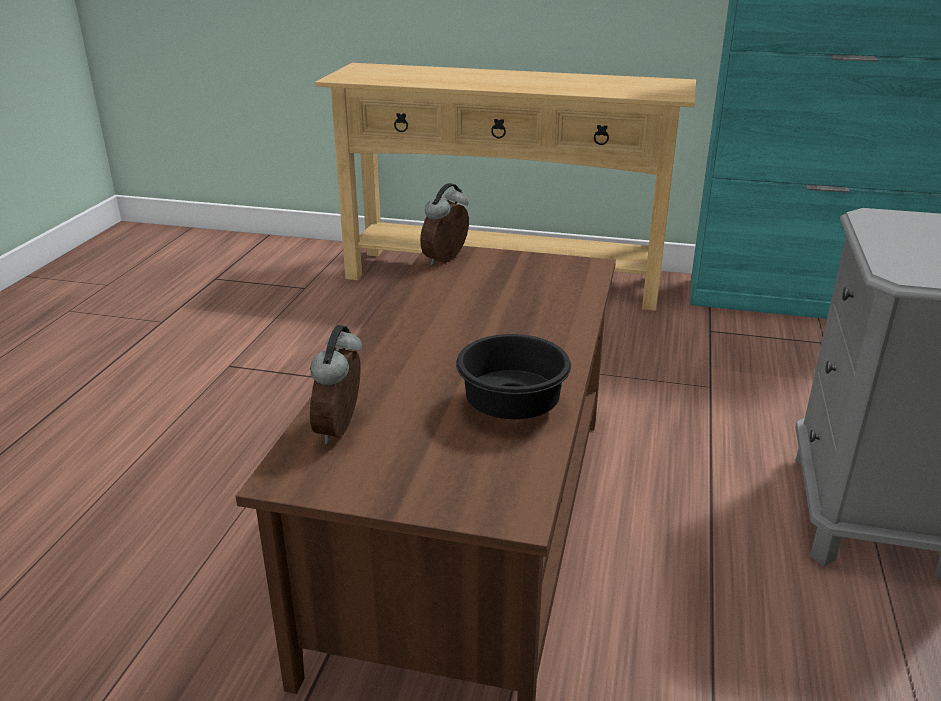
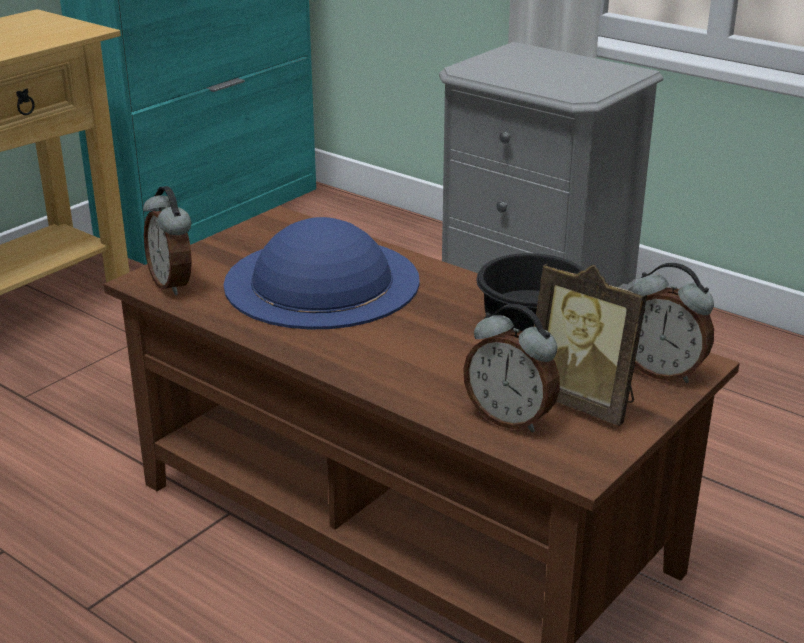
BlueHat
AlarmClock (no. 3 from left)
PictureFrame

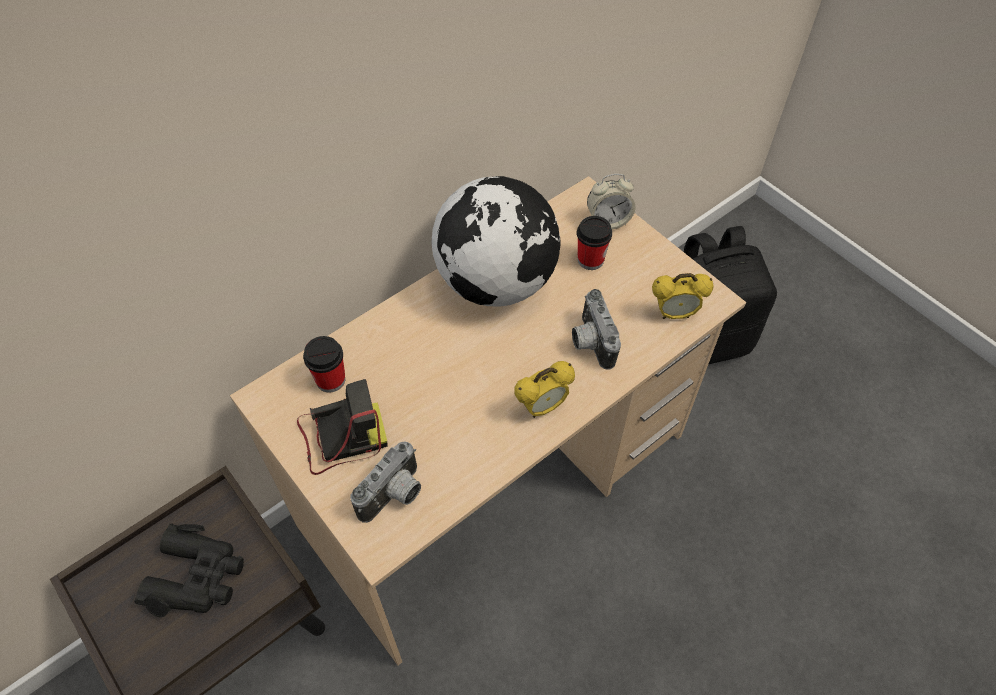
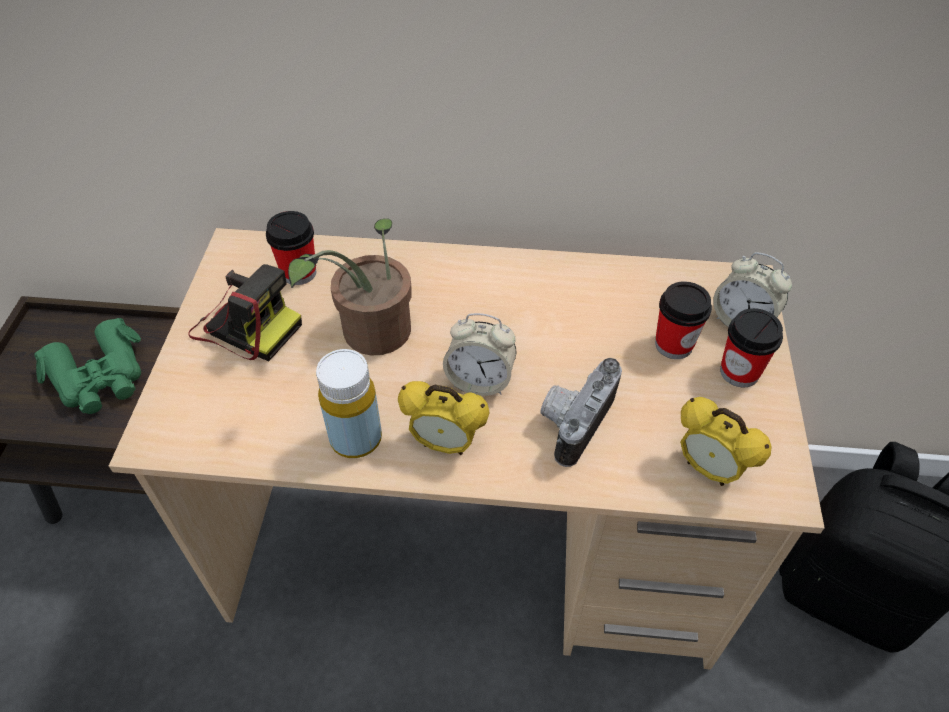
Globe
PhotoCamera (no. 2 from left in the first image)
GreenBinoculars
PottedPlant
Cup (no. 3 from left)
AlarmClock (no. 2 from left)
YellowBottle

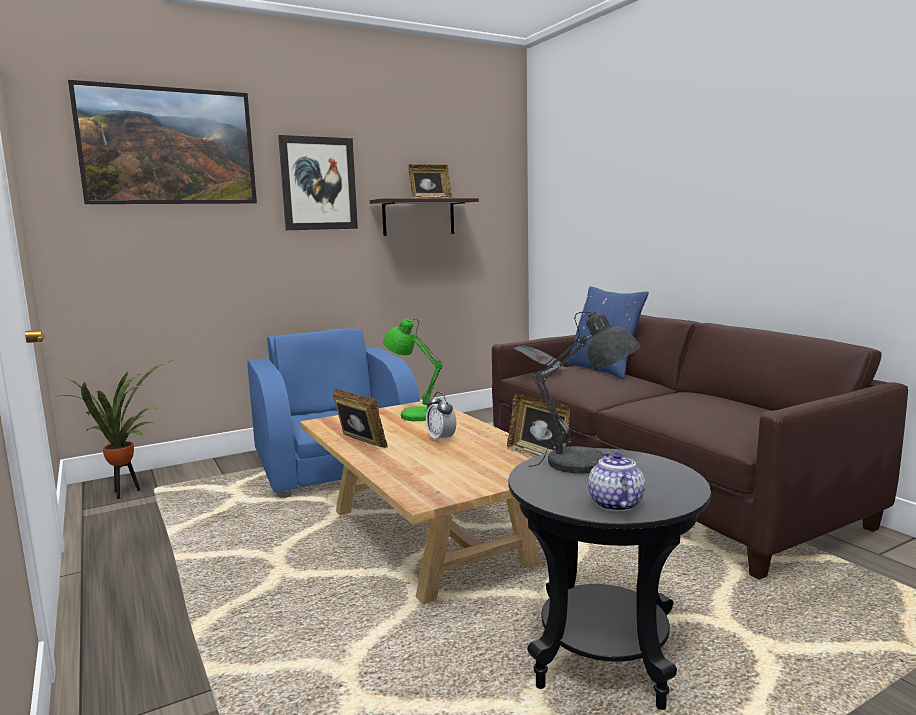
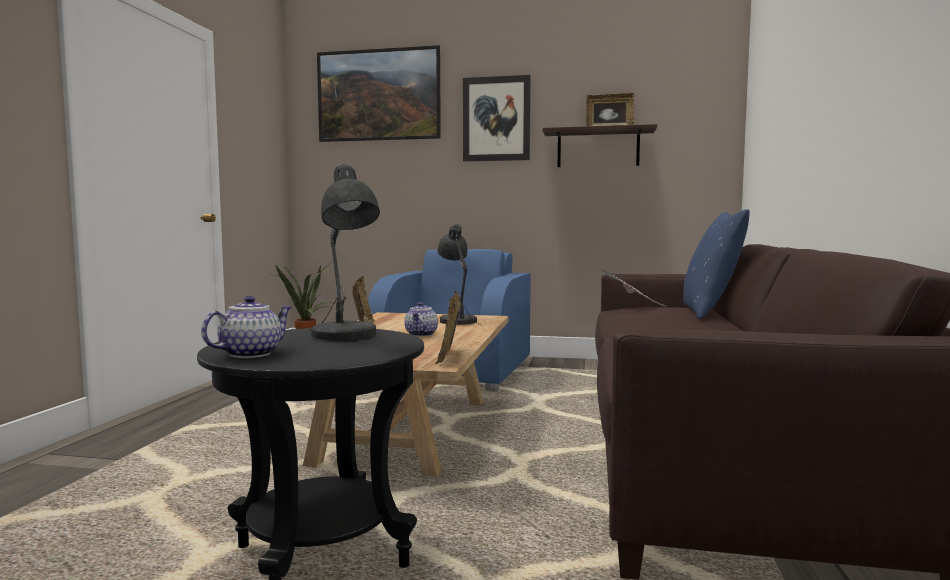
GreyTableLamp (no. 2 from left)
Teapot (no. 2 from left)

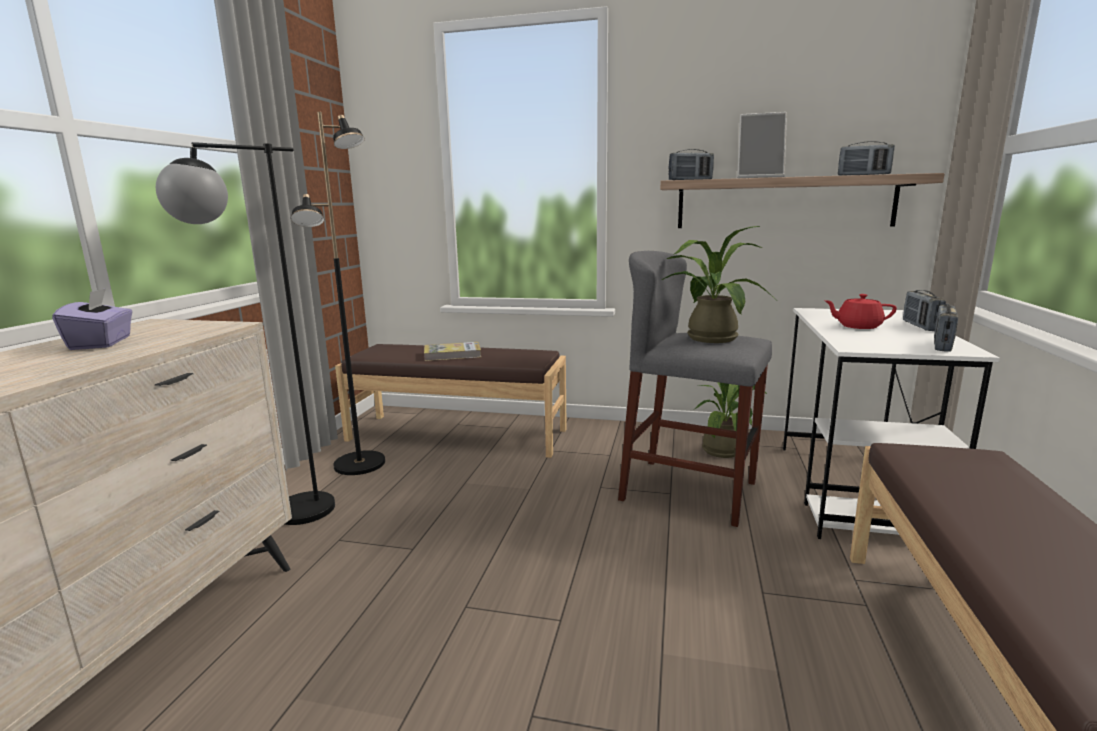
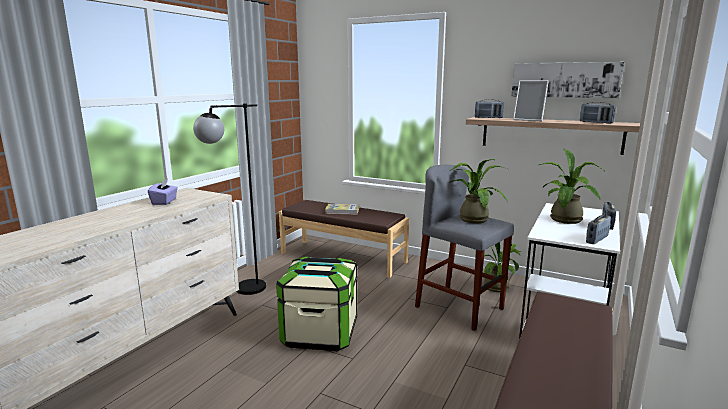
BlackFloorLamp (no. 2 from left in the first image)
PottedPlant (no. 3 from left)
Picture
StorageBox

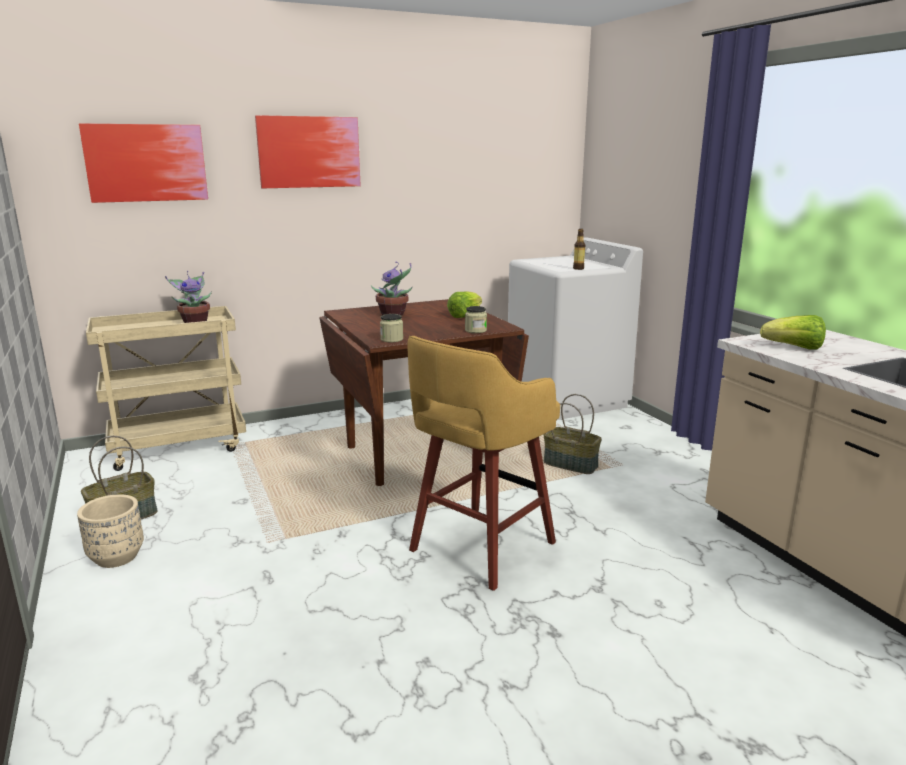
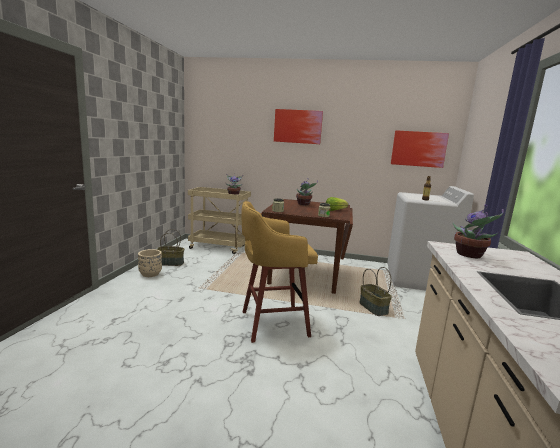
Picture (no. 2 from left)
PottedPlant (no. 3 from left)

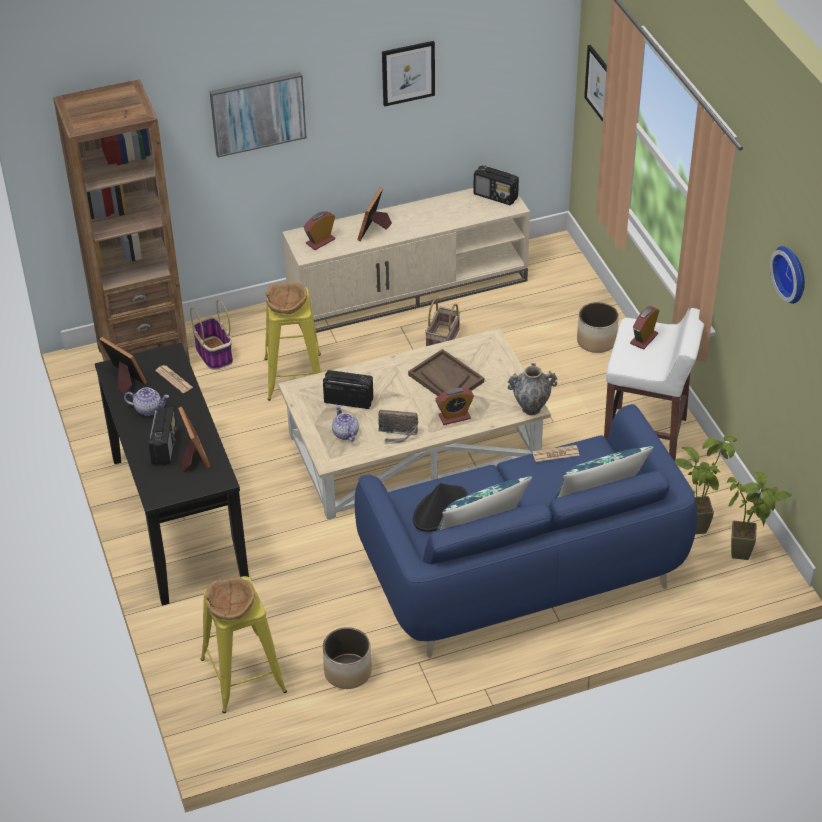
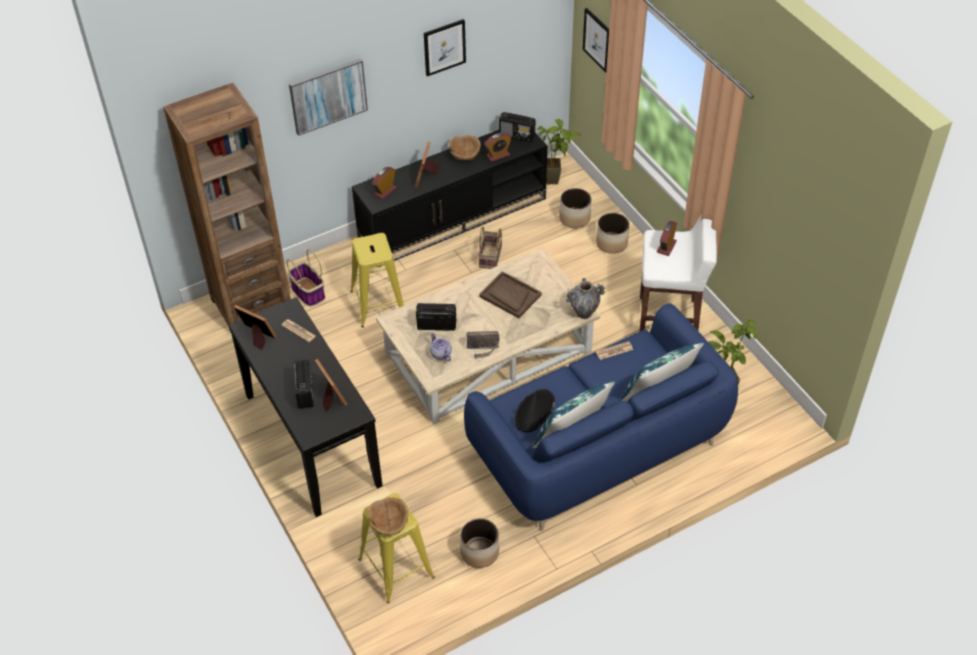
BlackTvStand
WallClock
BrownBowl (no. 2 from left)
Teapot (no. 1 from left in the first image)
AlarmClock (no. 2 from left)
PottedPlant (no. 1 from left)
Planter (no. 2 from left)

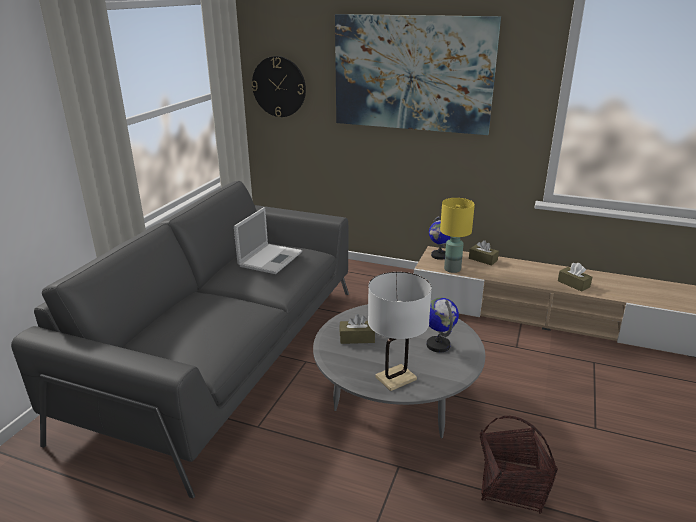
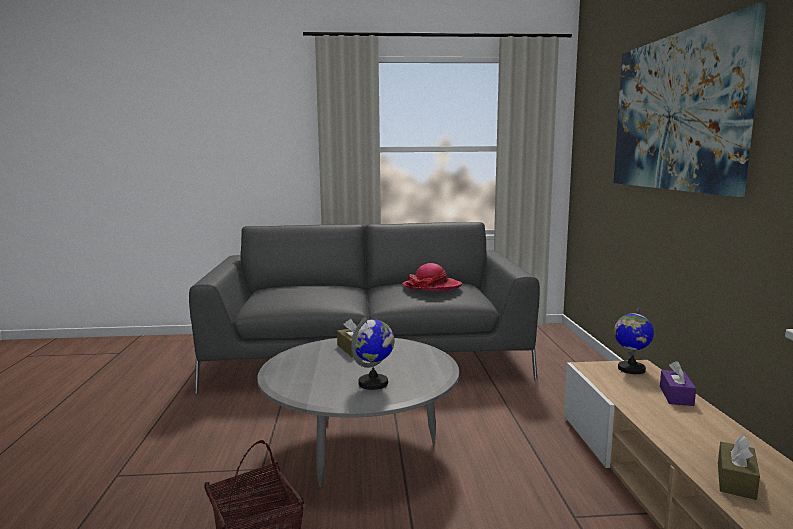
WallClock
YellowTableLamp
Hat
PurpleTissueBox
WhiteTableLamp

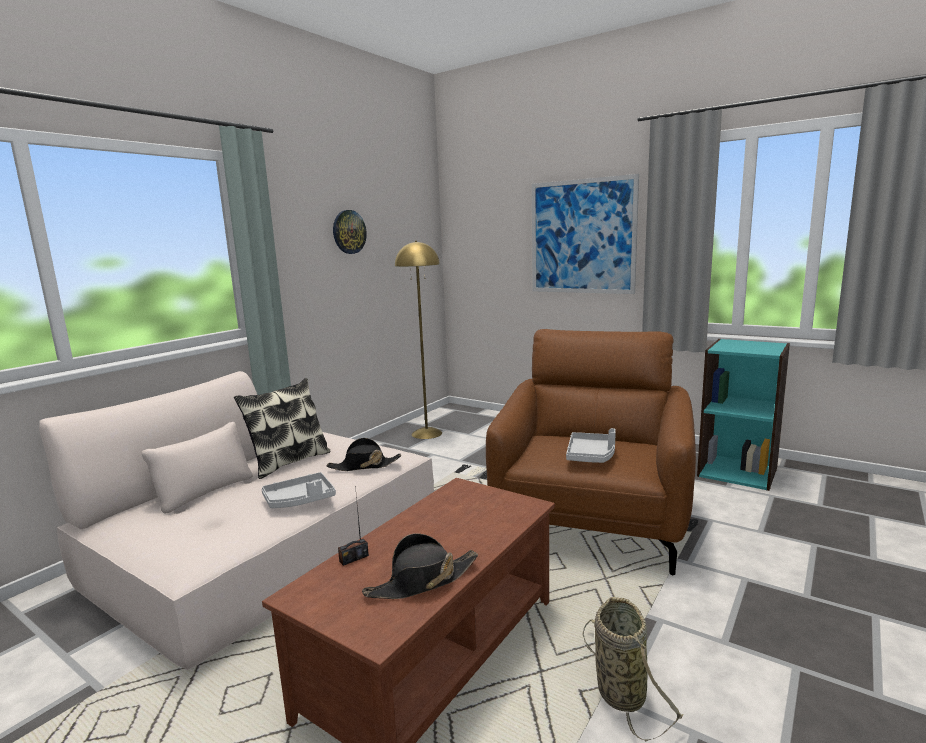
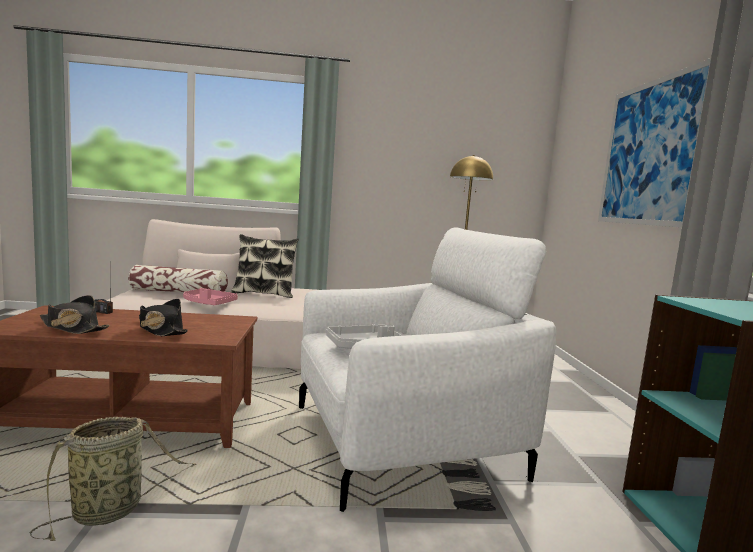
WallClock
WhiteArmchair
BlackHat (no. 2 from left)
PinkTray
Pillow (no. 1 from left)

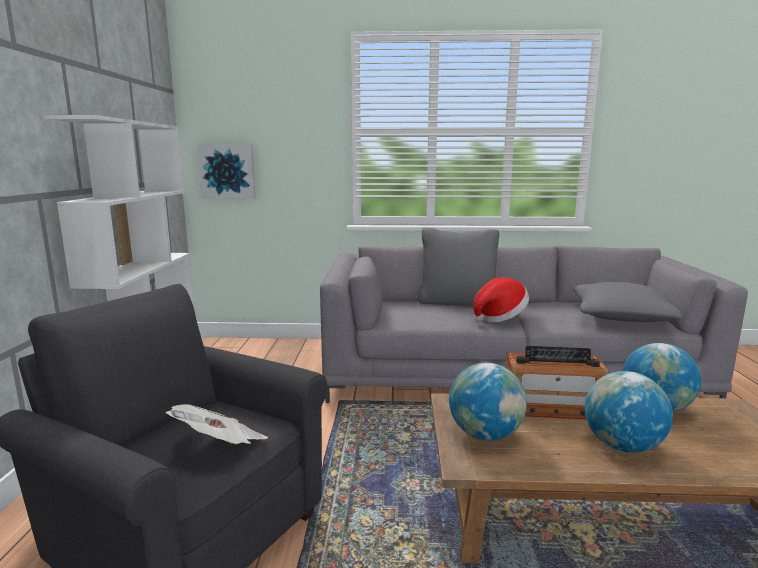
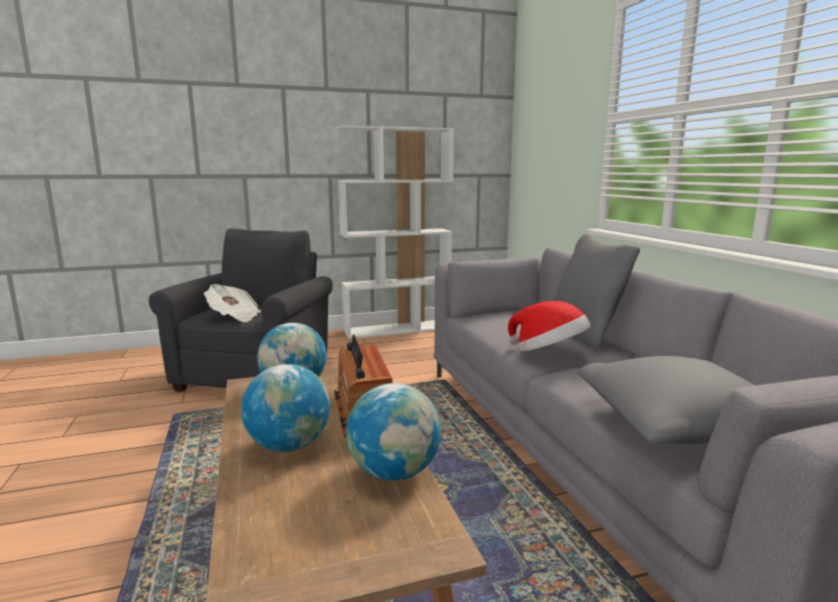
Picture

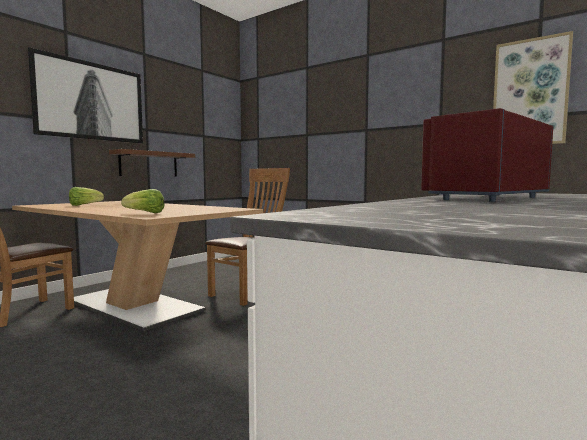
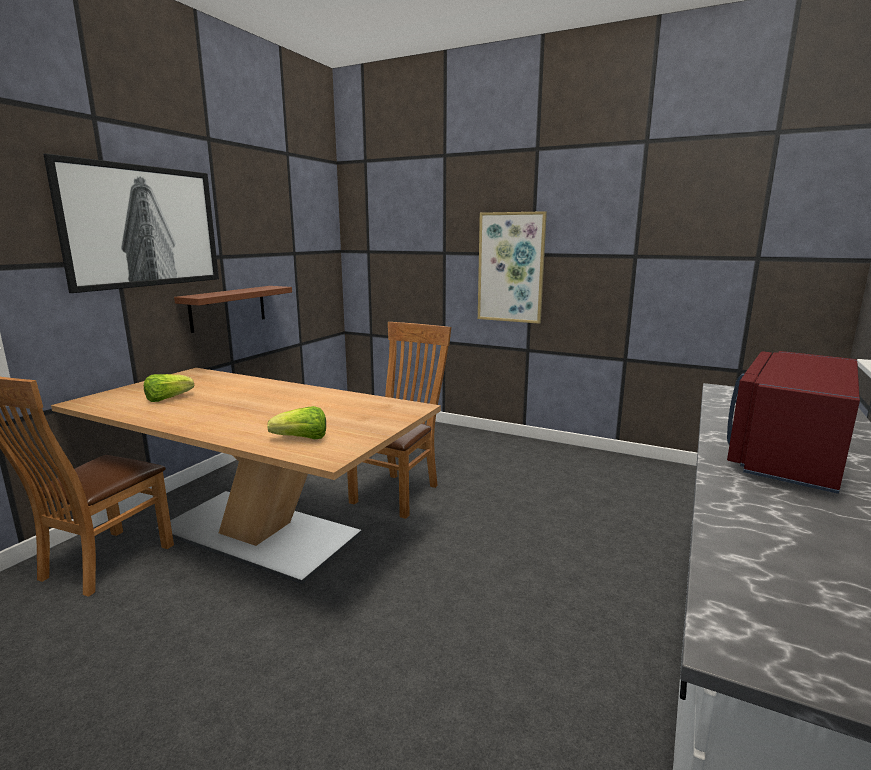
Picture (no. 2 from left)

